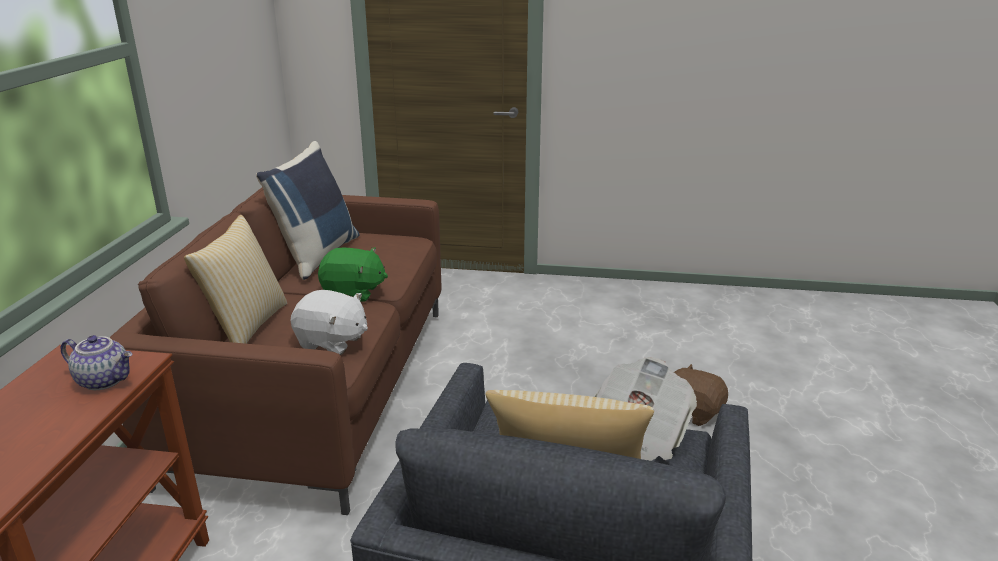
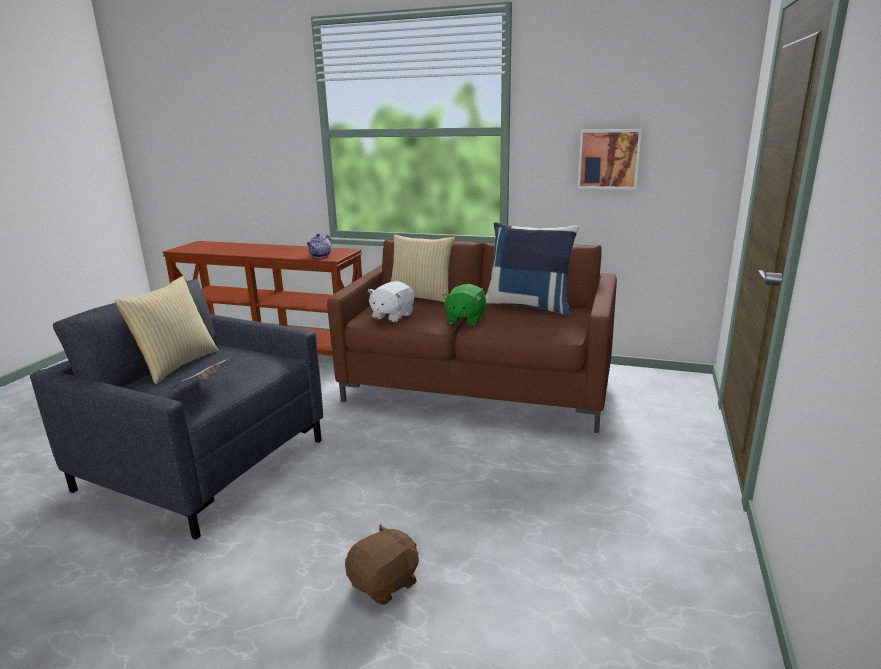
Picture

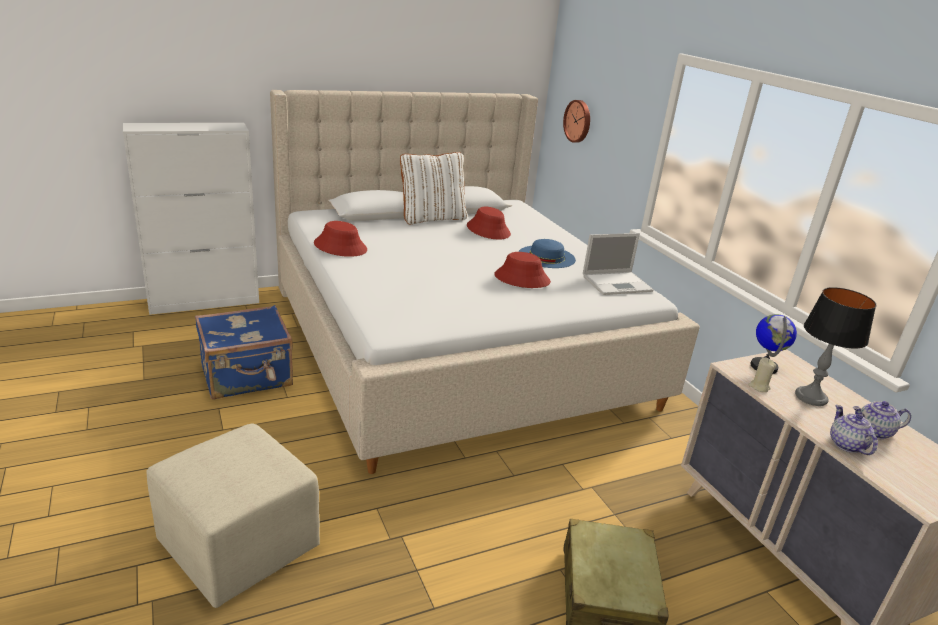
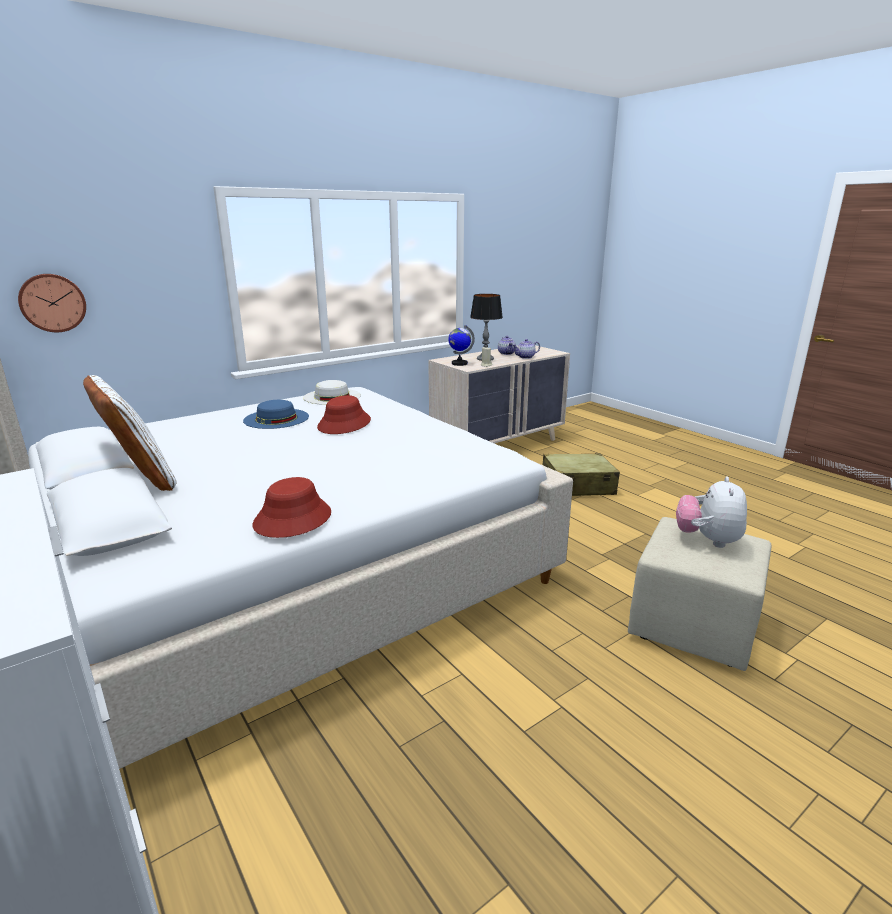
RedHat (no. 2 from left in the first image)
WhiteHat
BlueSuitcase
PlushToy

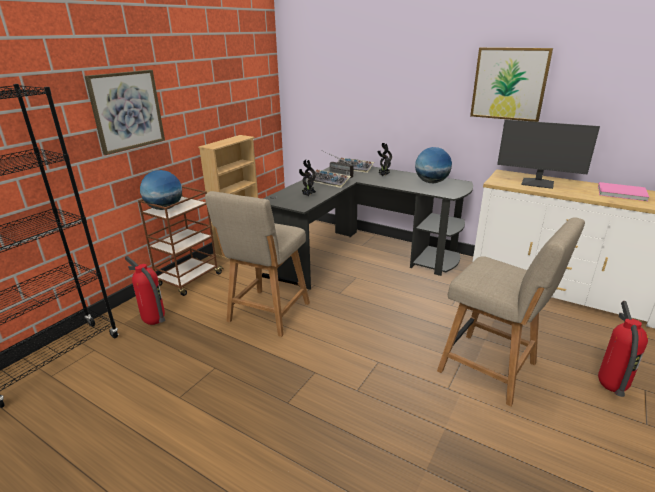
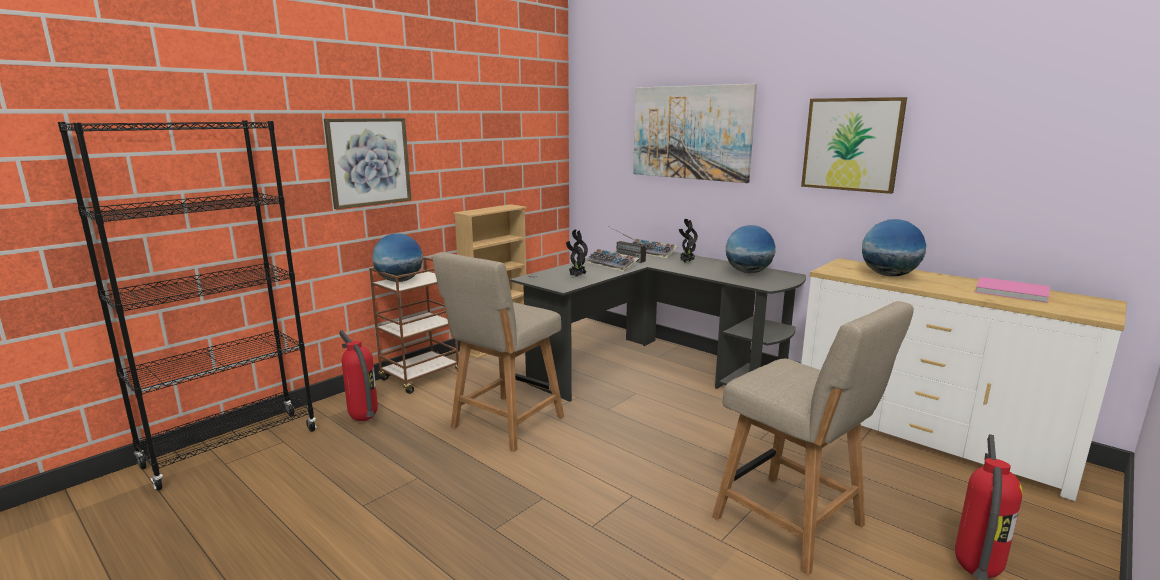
Globe (no. 3 from left)
Picture (no. 2 from left)

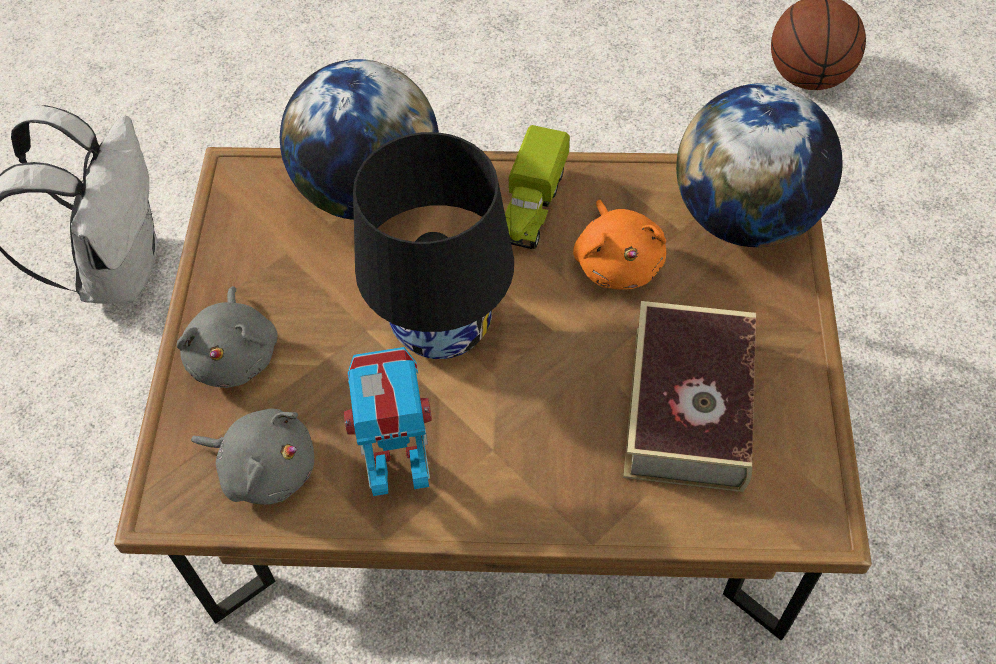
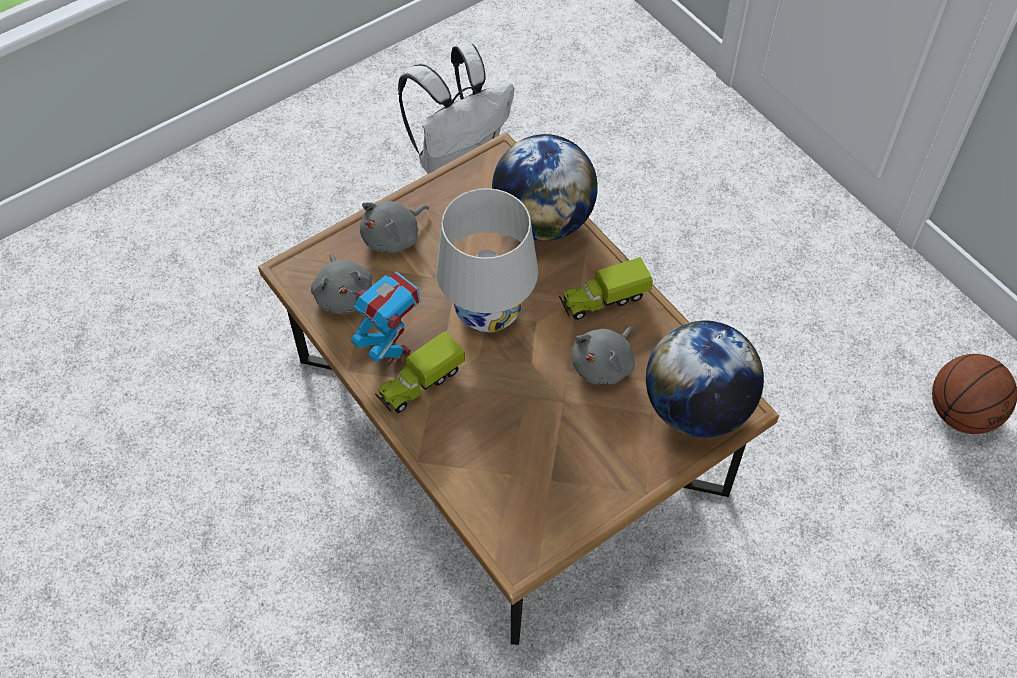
WhiteTableLamp
GreyPlushToy (no. 3 from left)
Book
ToyTruck (no. 1 from left)

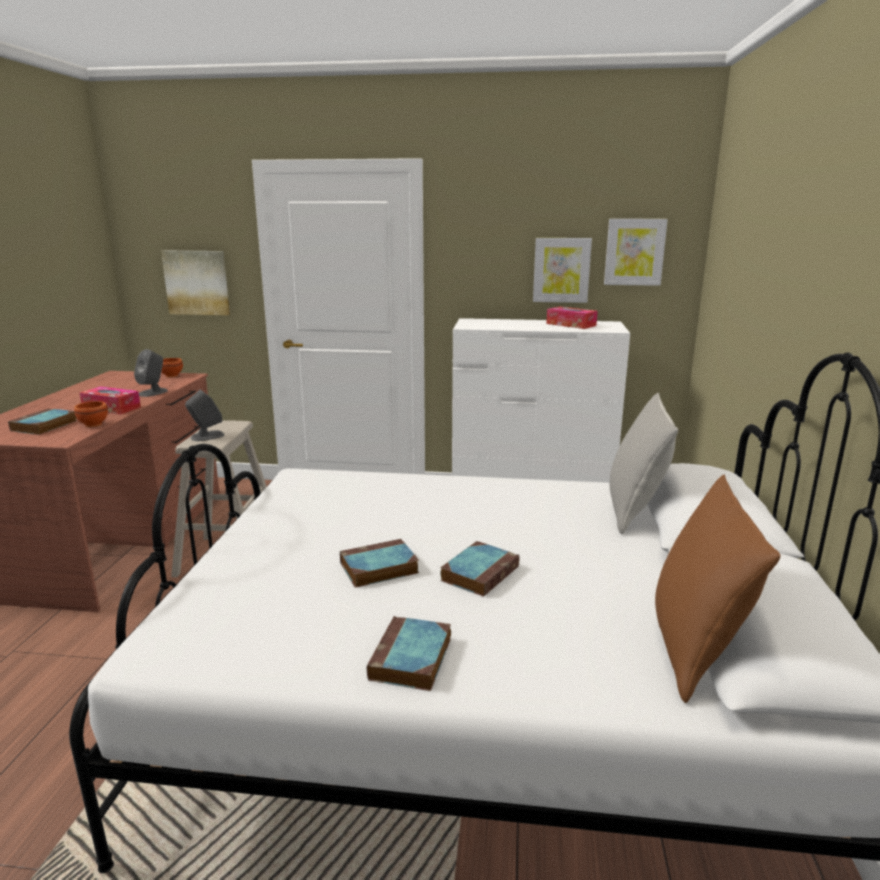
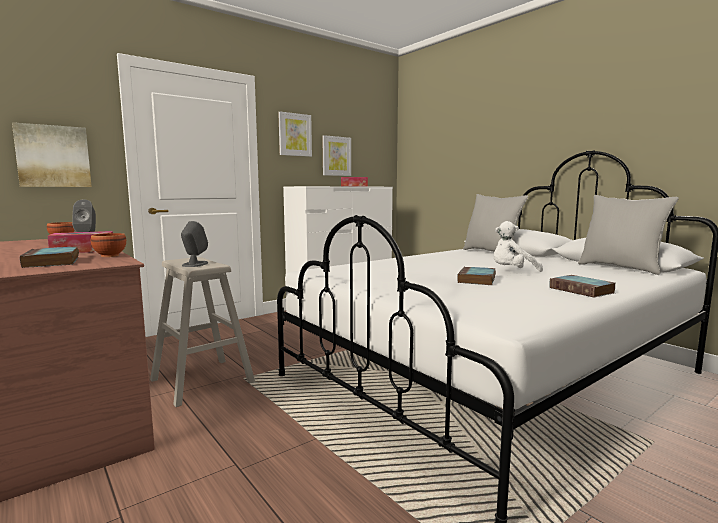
Picture (no. 2 from left)
GreyPillow (no. 2 from left)
WhitePlushToy

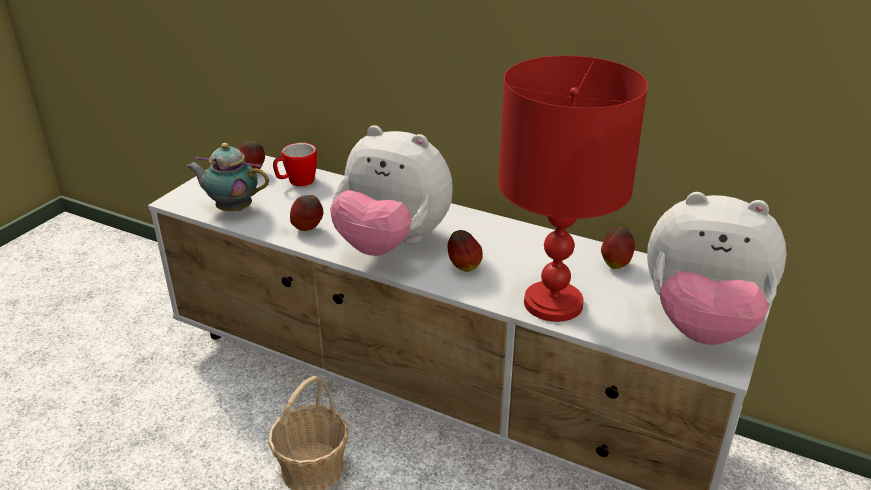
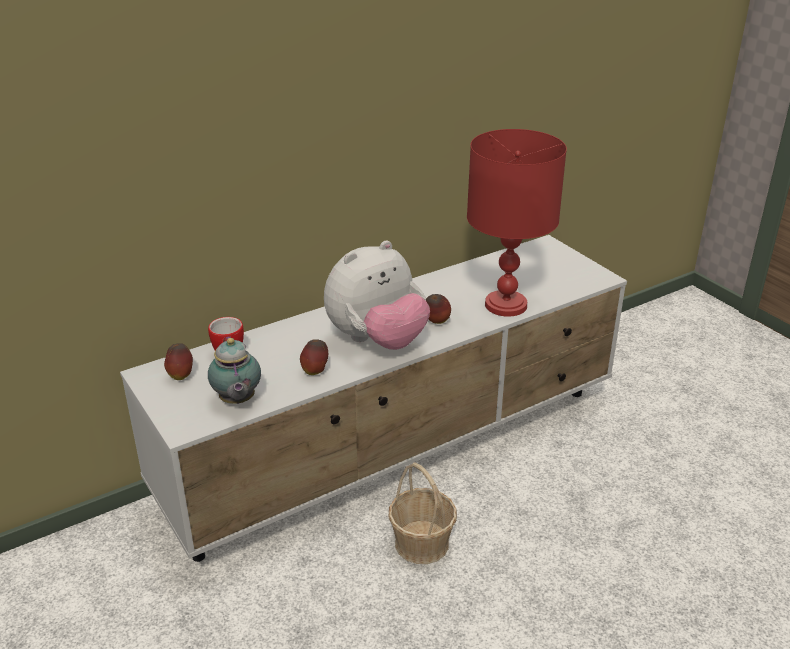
Teapot
PlushToy (no. 2 from left in the first image)
Apple (no. 4 from left in the first image)

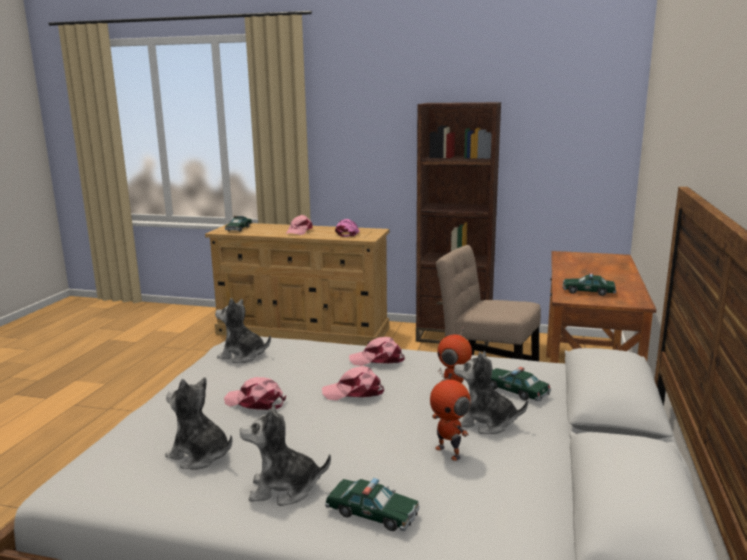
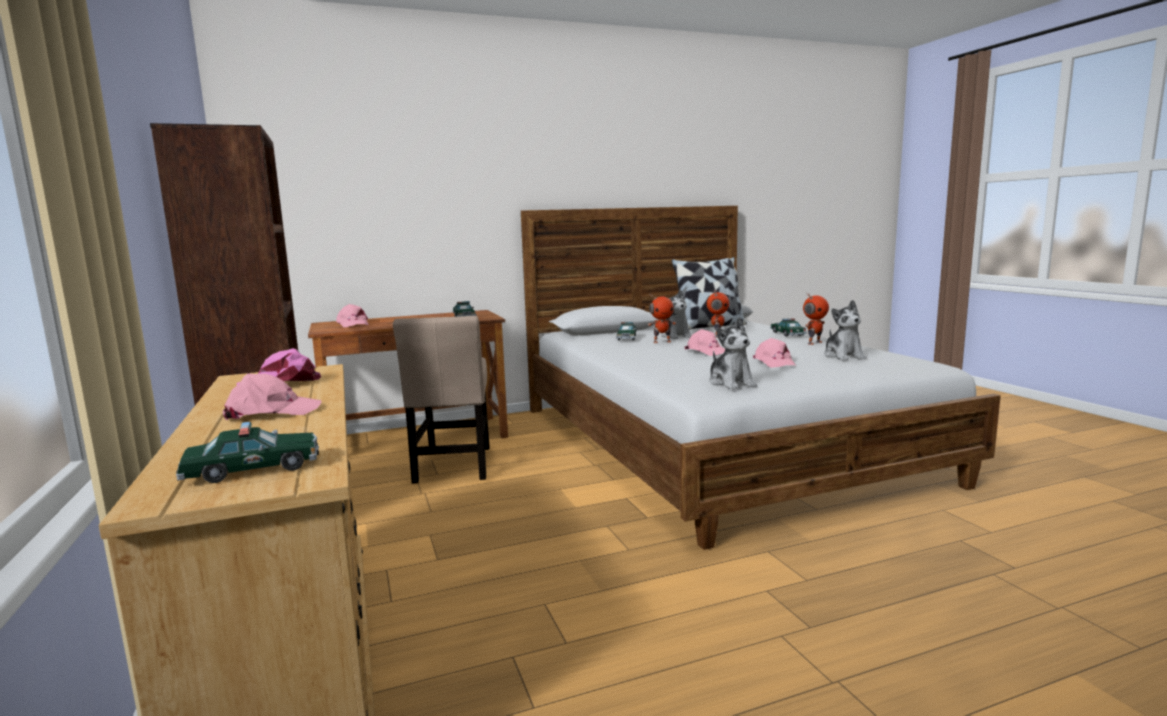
PinkCap (no. 3 from left)
ToyRobot (no. 3 from left)
Pillow

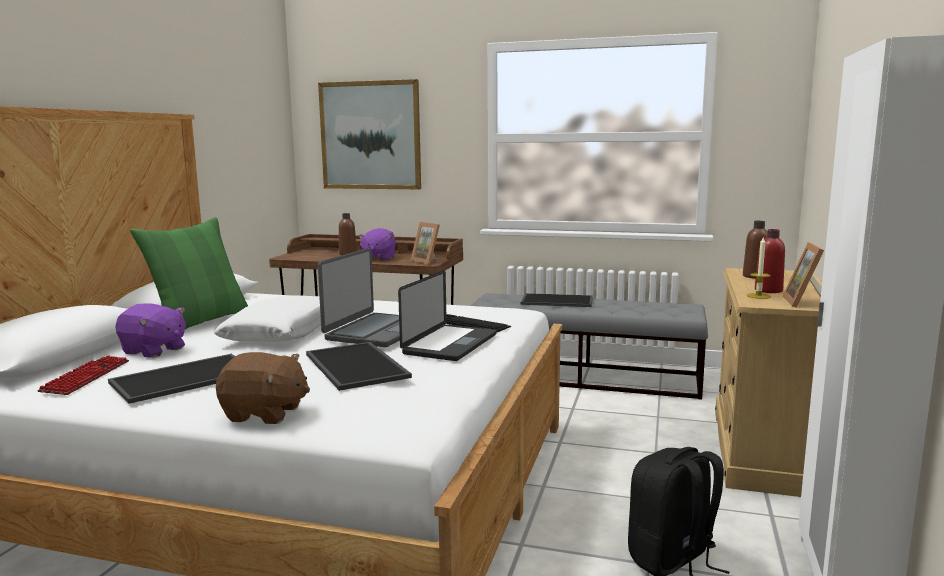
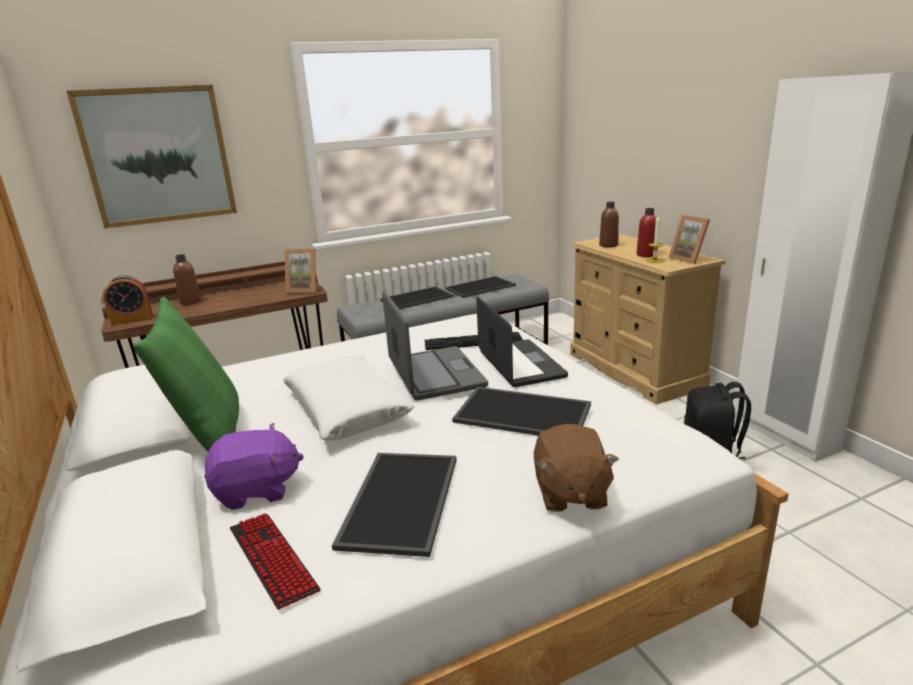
PurplePlushToy (no. 2 from left in the first image)
BrownPlushToy
AlarmClock
Tray (no. 3 from left)

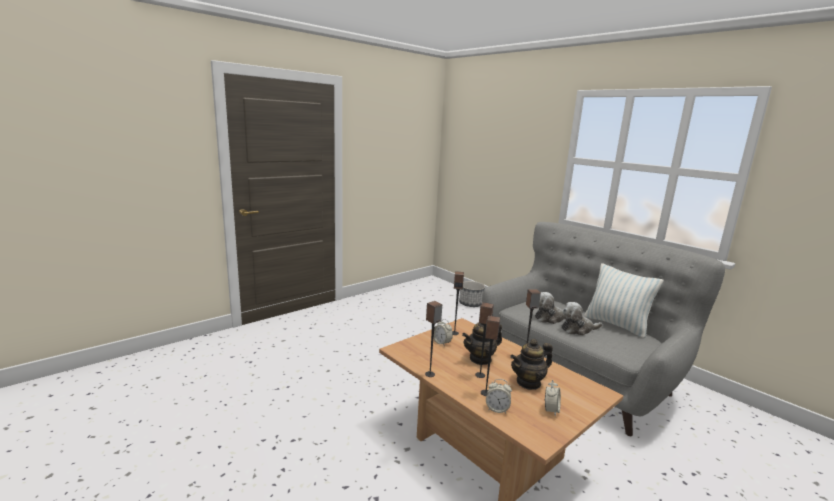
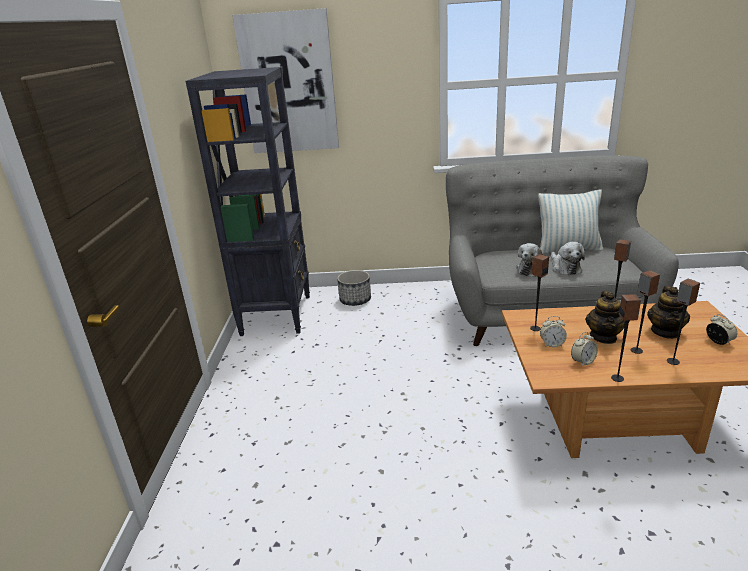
PlushToy (no. 2 from left)
AlarmClock (no. 2 from left)
Picture
BlackBookcase

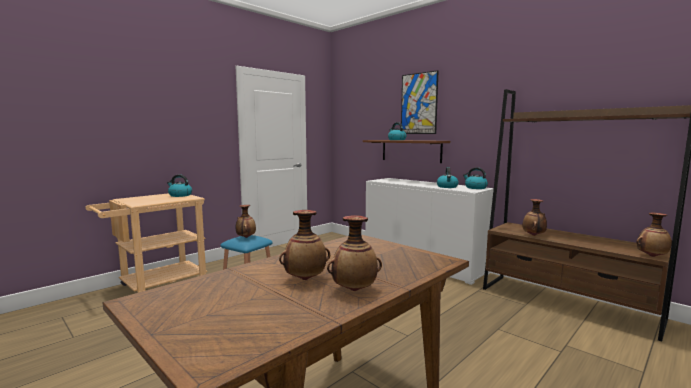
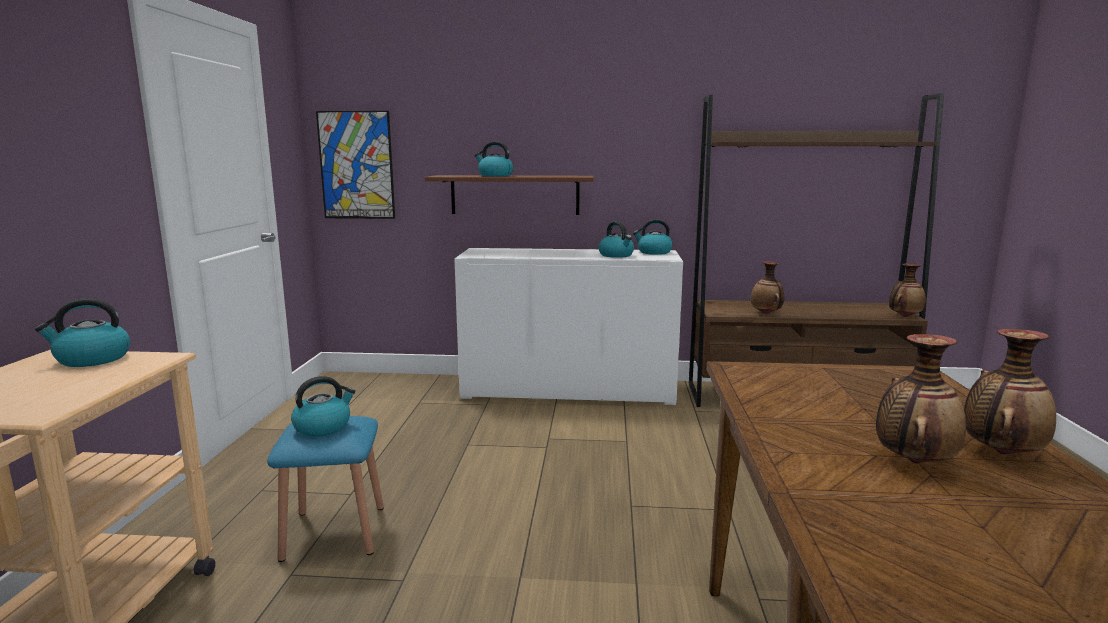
Picture
Kettle (no. 2 from left)

